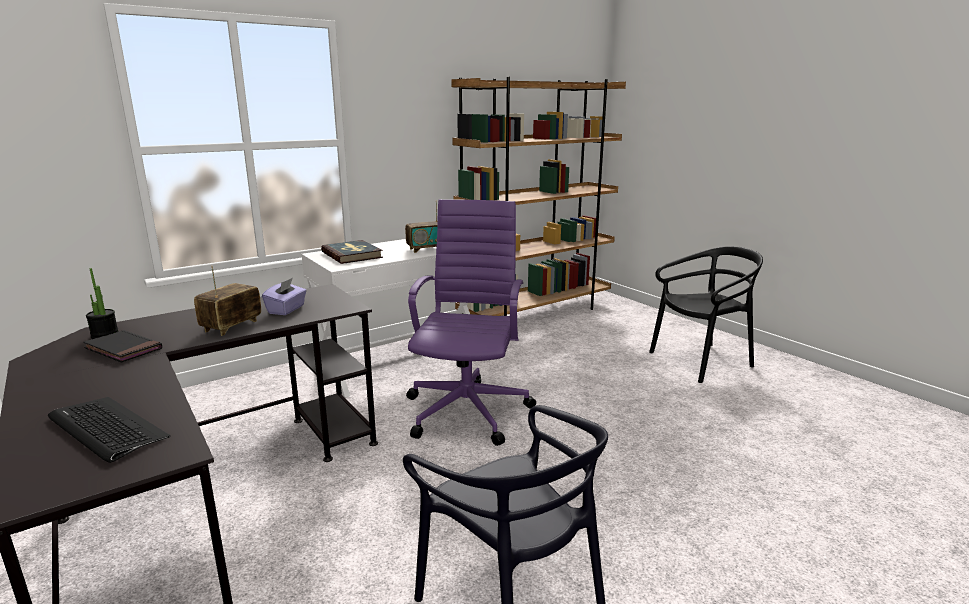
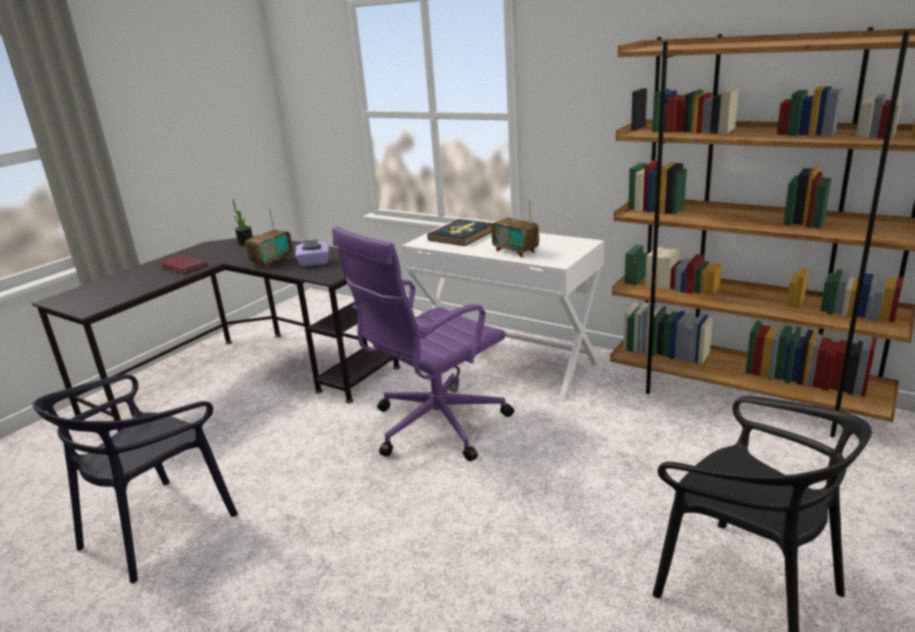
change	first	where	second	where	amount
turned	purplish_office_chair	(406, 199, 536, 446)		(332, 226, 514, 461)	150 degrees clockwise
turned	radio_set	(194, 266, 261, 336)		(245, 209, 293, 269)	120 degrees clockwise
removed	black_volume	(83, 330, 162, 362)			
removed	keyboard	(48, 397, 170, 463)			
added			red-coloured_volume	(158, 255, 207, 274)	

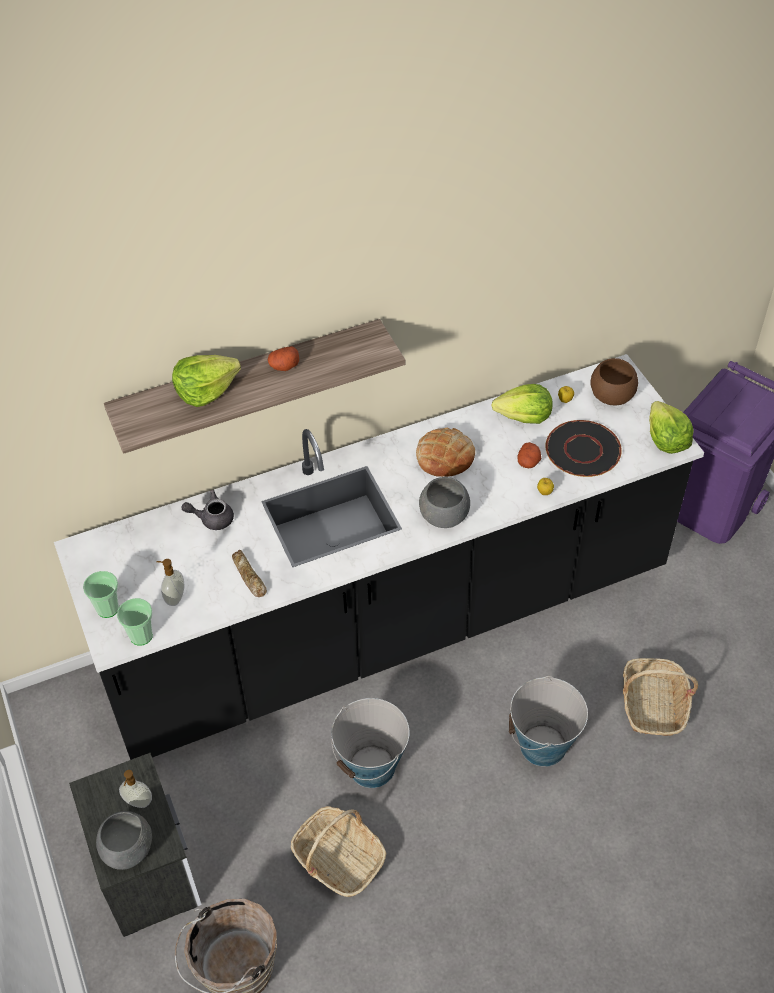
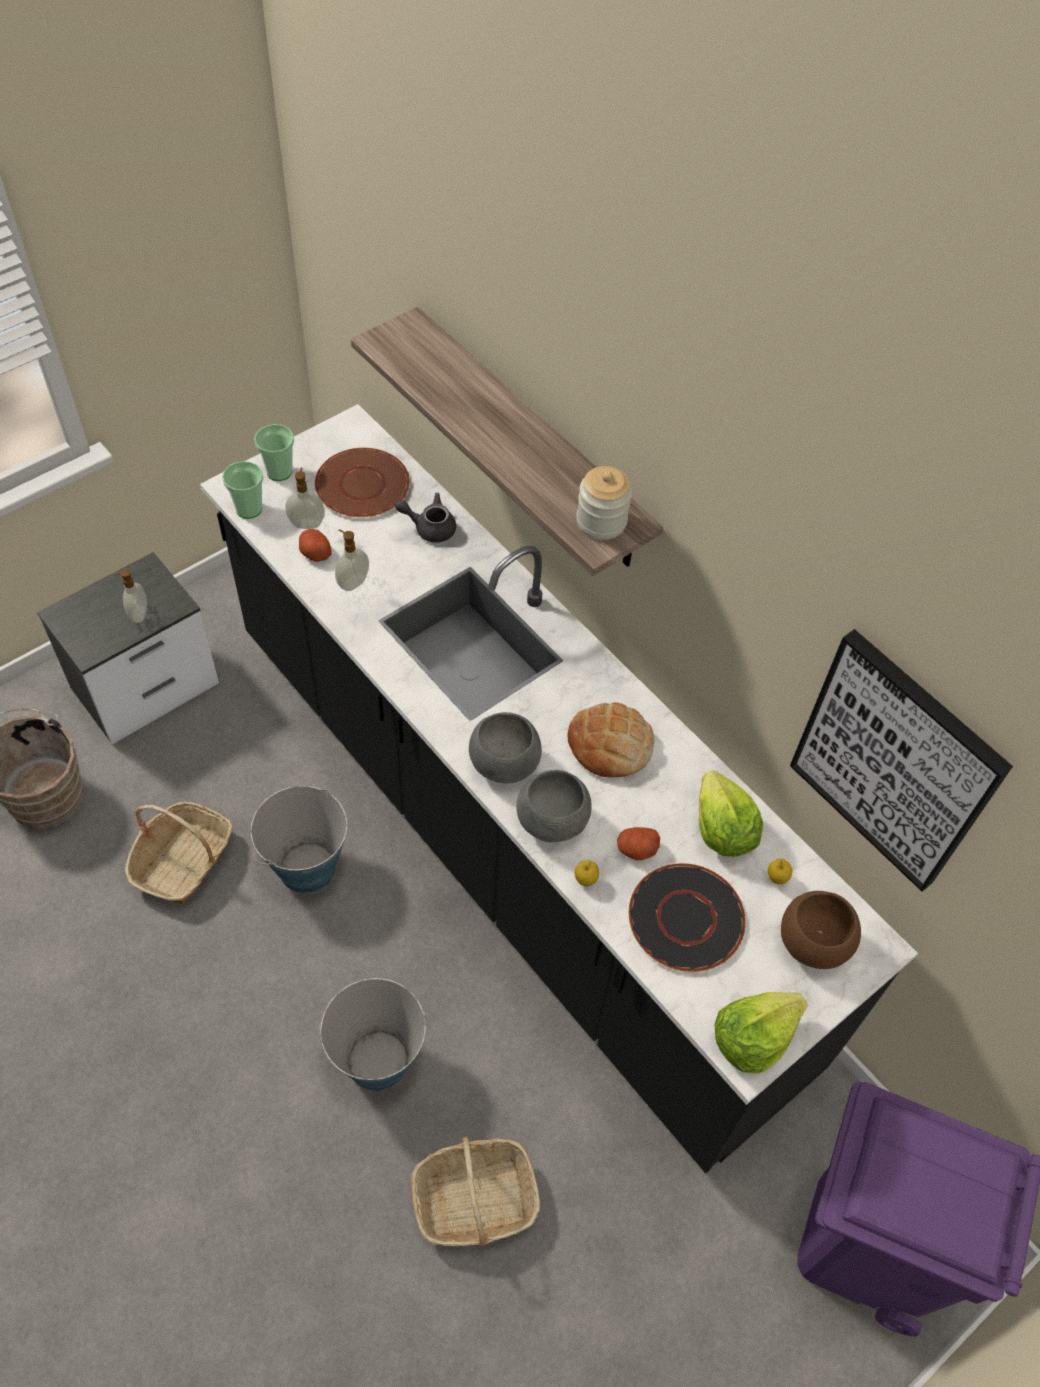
change	first	where	second	where	amount
moved	whole_potato	(268, 346, 299, 371)		(299, 529, 331, 562)	
removed	head_of_lettuce	(172, 355, 241, 407)			
turned	greyish_pot_for_tea	(181, 490, 234, 530)		(395, 493, 456, 543)	60 degrees counterclockwise
replaced	baked_bread	(232, 550, 267, 597)	soap_dispenser	(335, 529, 369, 591)	
moved	greyish_deep_dish	(96, 811, 152, 870)		(516, 770, 592, 842)	
added			brownish_flat_dish	(315, 448, 410, 517)	
added			preserve_jar	(576, 466, 632, 540)	
added			wall_picture	(790, 629, 1013, 892)	

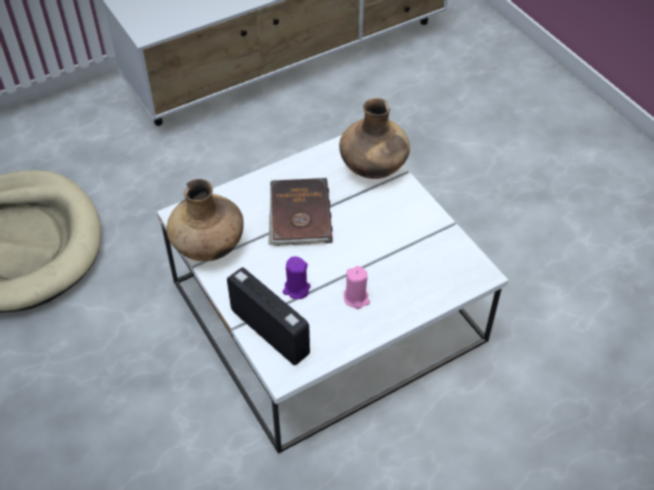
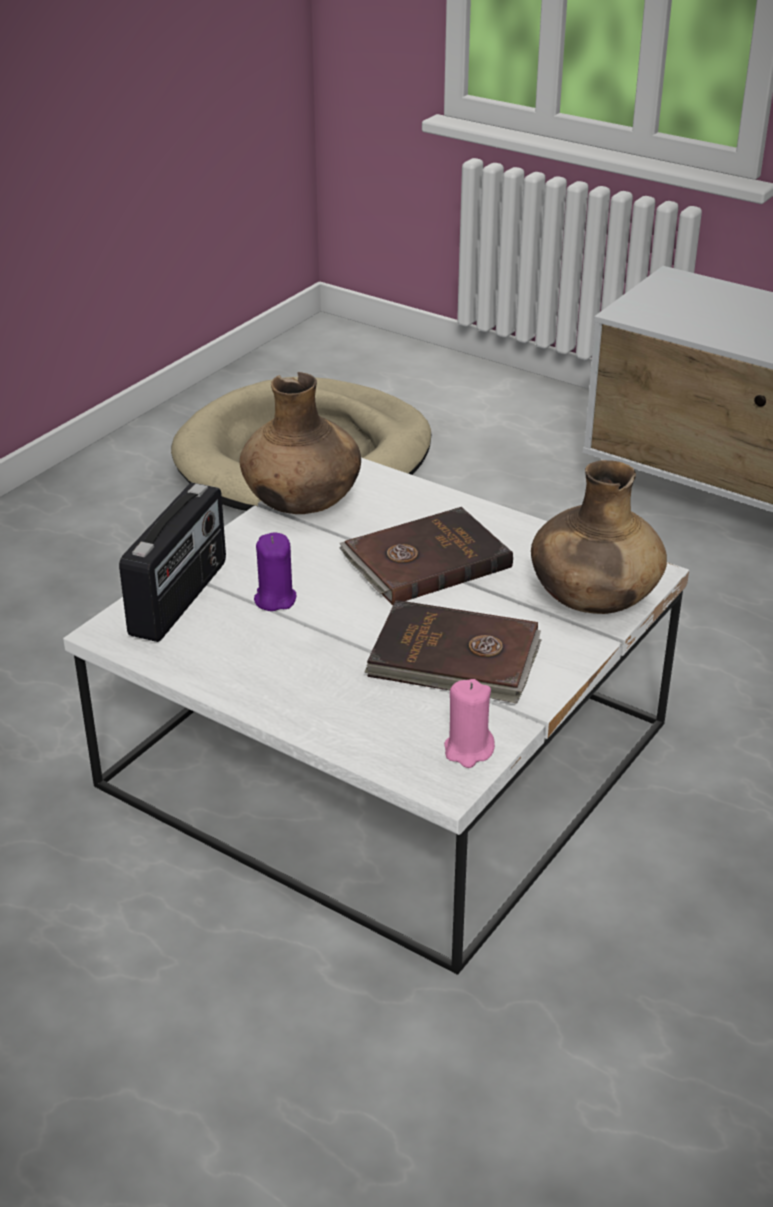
change	first	where	second	where	amount
moved	pink-coloured_wax_light	(344, 266, 370, 309)		(444, 679, 495, 768)	
added			brownish_volume	(364, 600, 542, 704)	

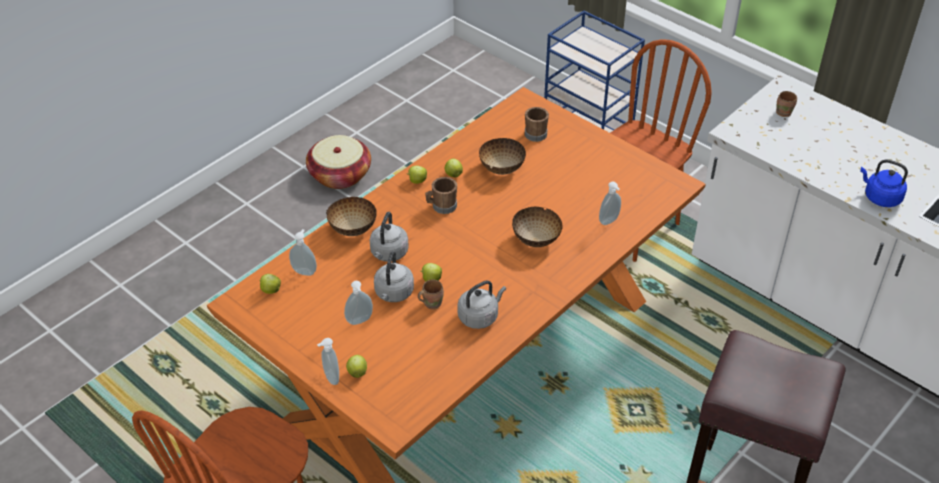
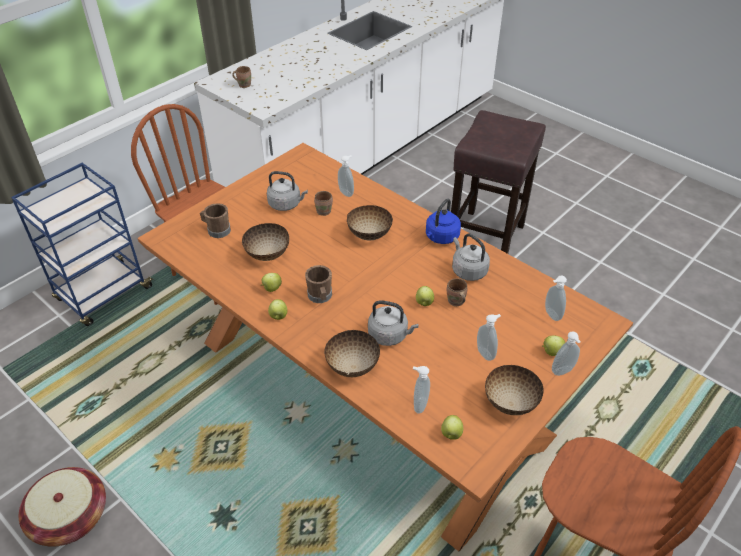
change	first	where	second	where	amount
moved	bluish_tea_kettle	(860, 159, 908, 207)		(426, 199, 461, 244)	
moved	greyish_tea_kettle	(374, 251, 414, 302)		(267, 171, 308, 211)	
added			brownish_tea_mug	(314, 191, 333, 216)	
added			soap_dispenser	(545, 276, 567, 321)	
added			deep_dish	(485, 365, 543, 415)	

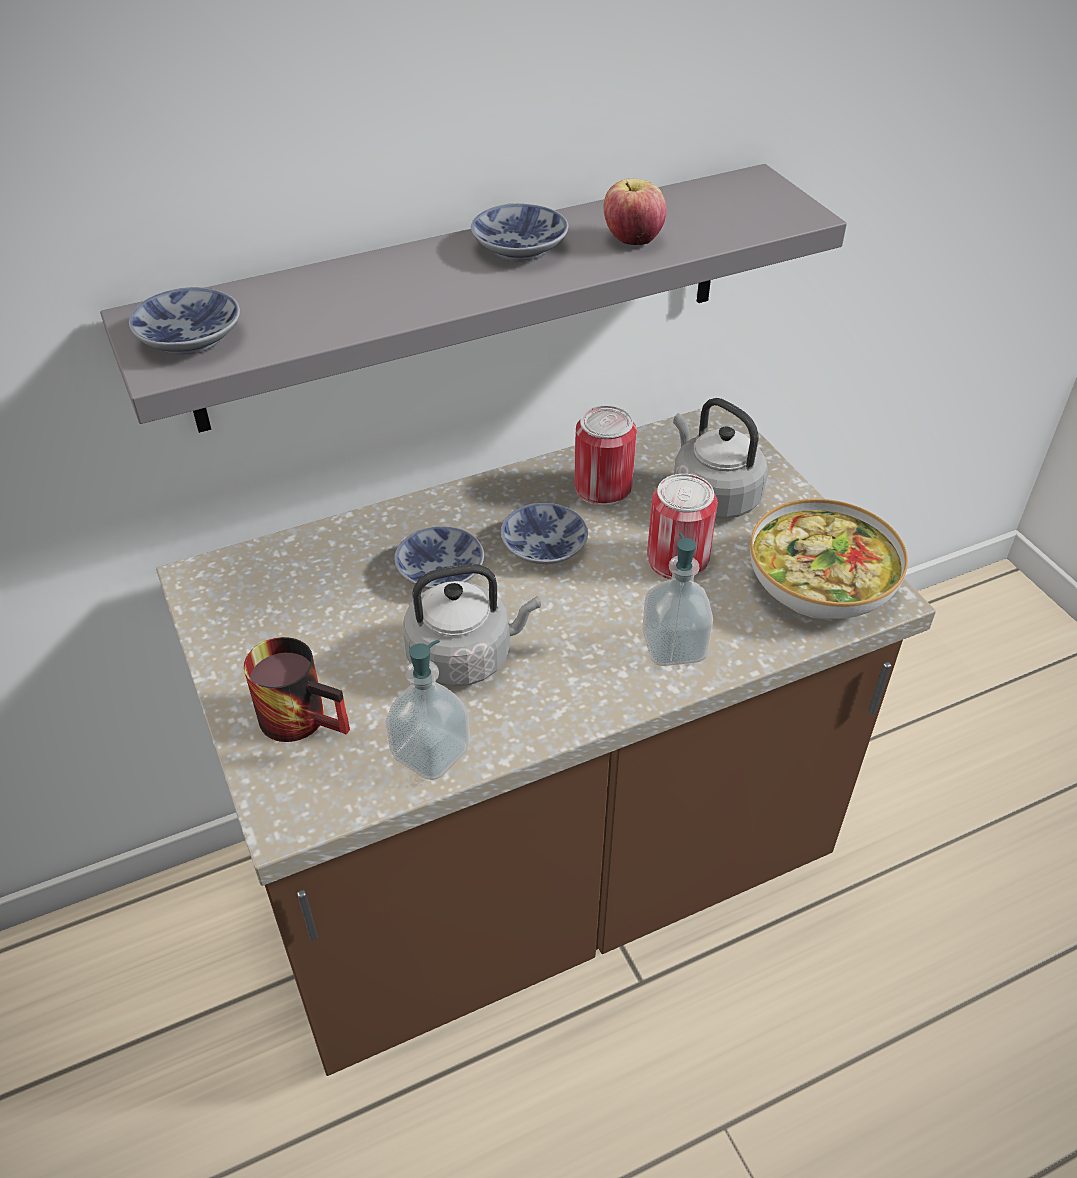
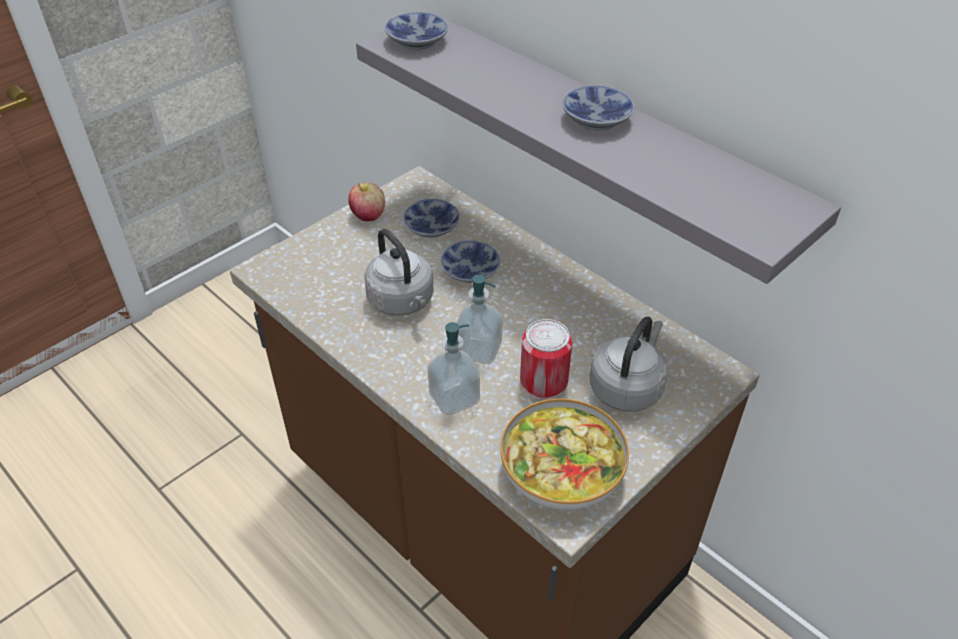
change	first	where	second	where	amount
moved	whole_apple	(604, 178, 667, 245)		(348, 183, 385, 221)	
removed	sealed_can	(574, 405, 637, 506)			
moved	deep_dish	(501, 503, 588, 564)		(403, 199, 460, 238)	
removed	tea_mug	(244, 637, 350, 742)			
moved	soap_dispenser	(385, 640, 470, 780)		(457, 274, 503, 364)	

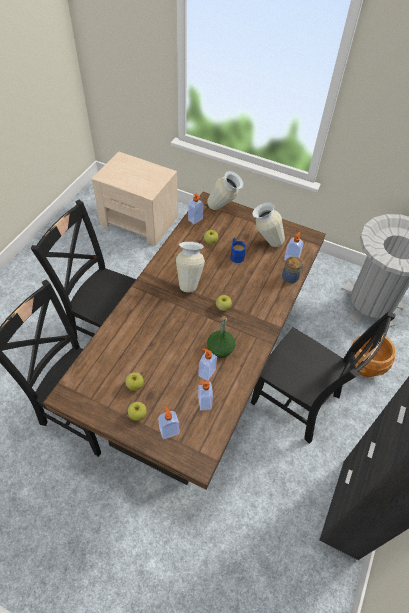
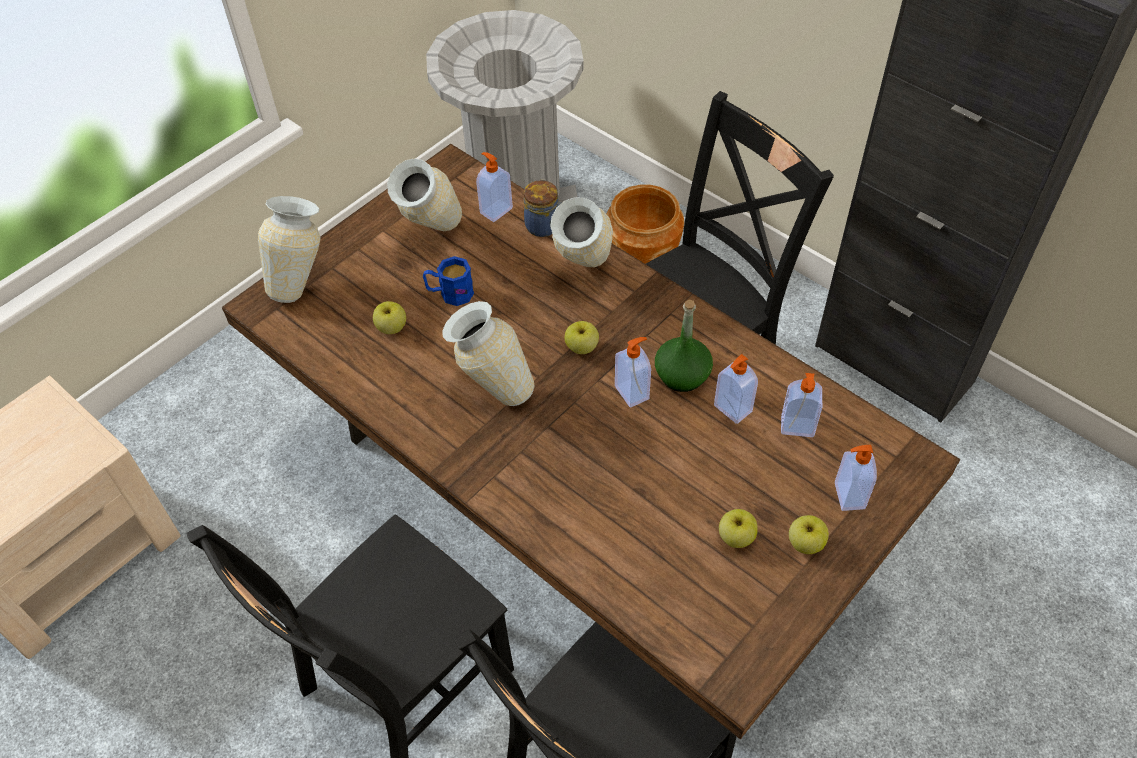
change	first	where	second	where	amount
moved	soap_dispenser	(188, 194, 203, 224)		(615, 337, 651, 408)	
added			vase	(550, 197, 613, 267)	

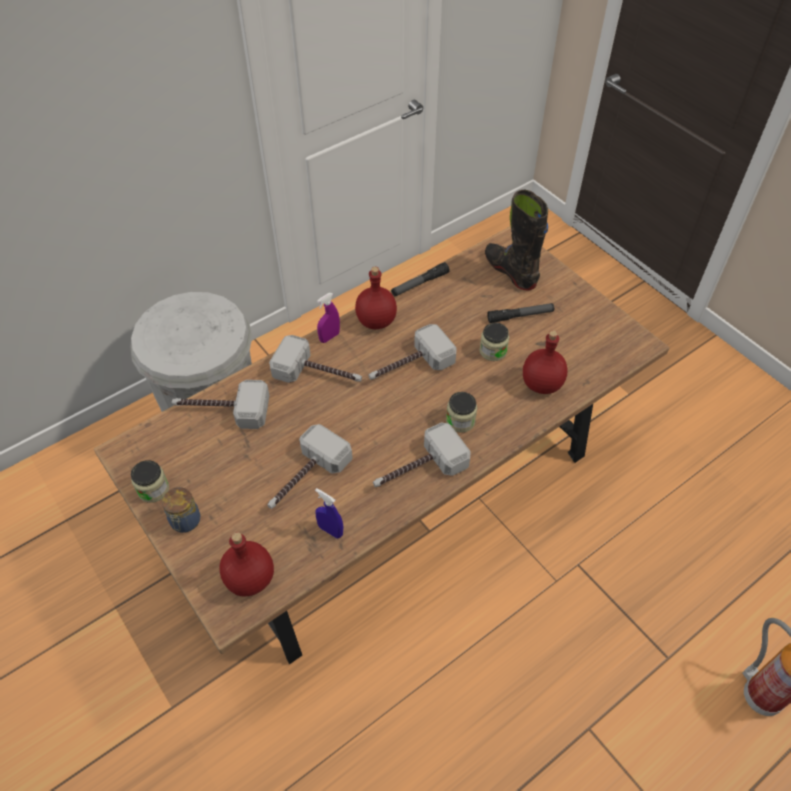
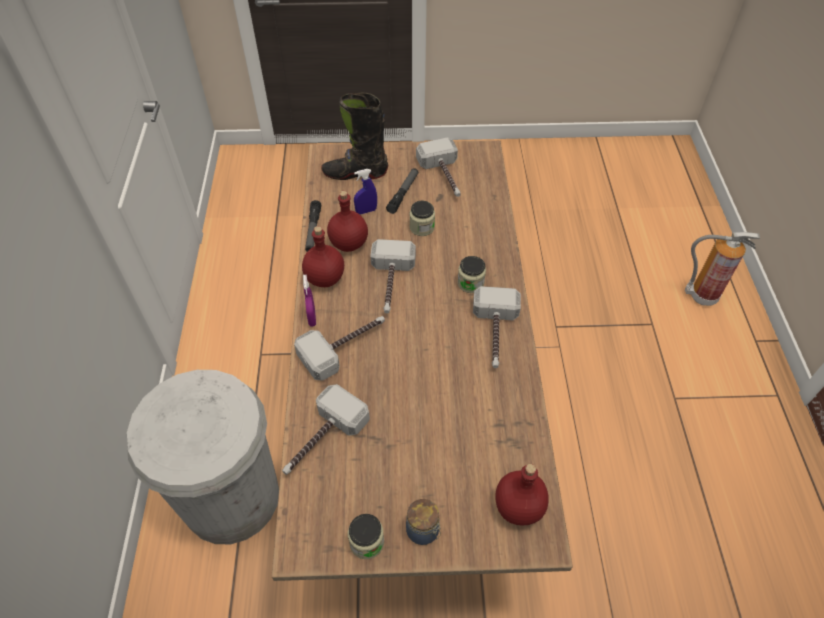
change	first	where	second	where	amount
moved	red-coloured_drink_bottle	(523, 330, 567, 394)		(327, 191, 368, 252)	
moved	tool_hammer	(267, 424, 352, 509)		(416, 137, 461, 197)	
moved	bluish_sprayer	(315, 488, 343, 539)		(354, 169, 377, 214)	

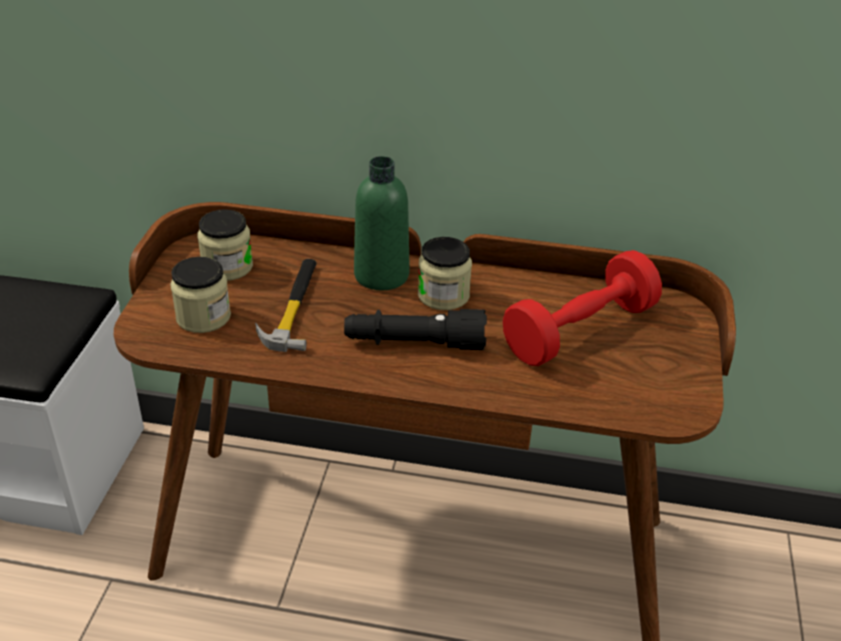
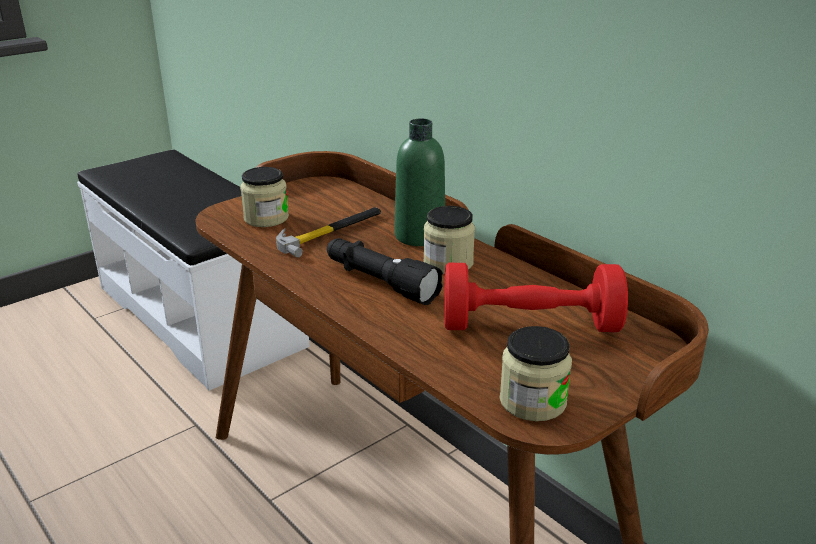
change	first	where	second	where	amount
moved	preserve_jar	(197, 209, 253, 281)		(500, 326, 572, 421)	

